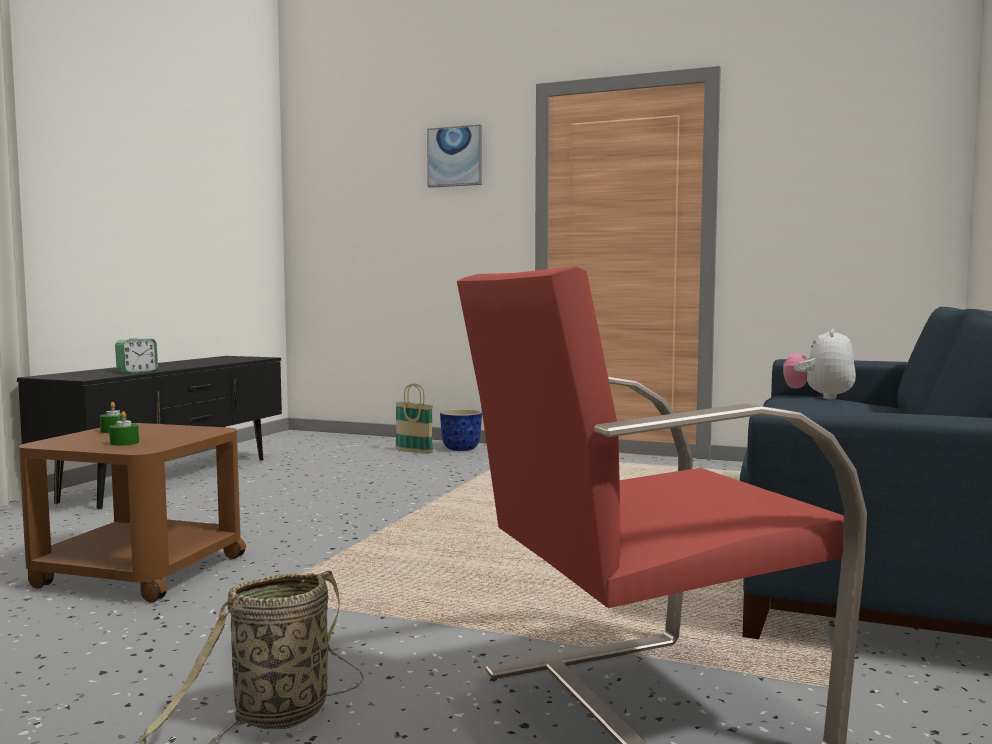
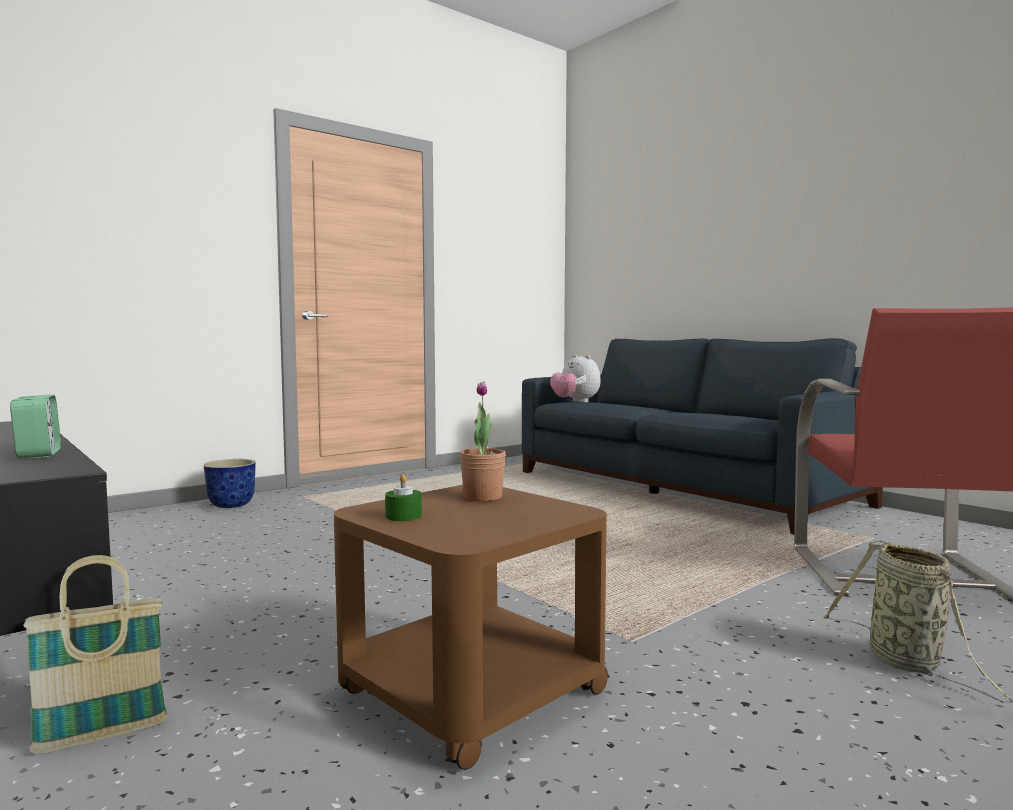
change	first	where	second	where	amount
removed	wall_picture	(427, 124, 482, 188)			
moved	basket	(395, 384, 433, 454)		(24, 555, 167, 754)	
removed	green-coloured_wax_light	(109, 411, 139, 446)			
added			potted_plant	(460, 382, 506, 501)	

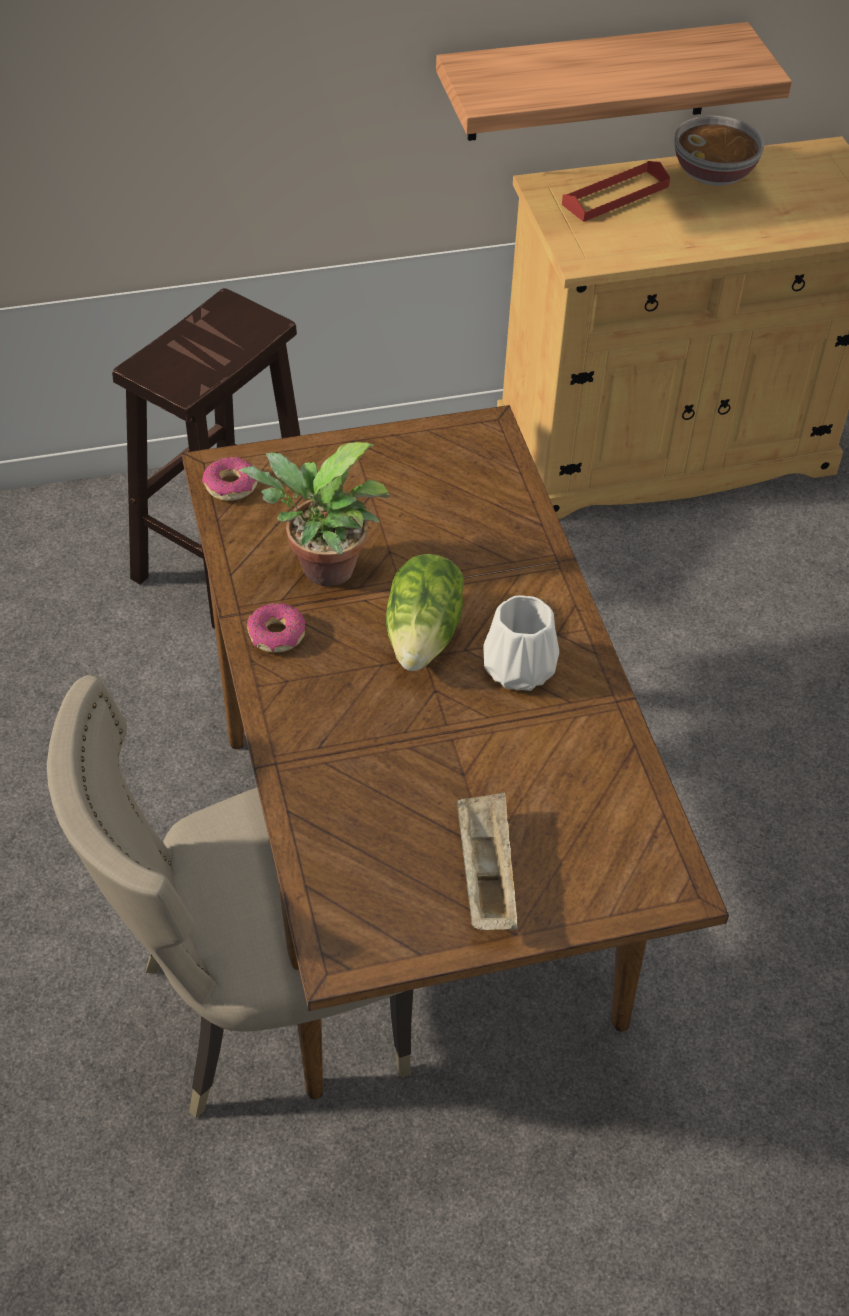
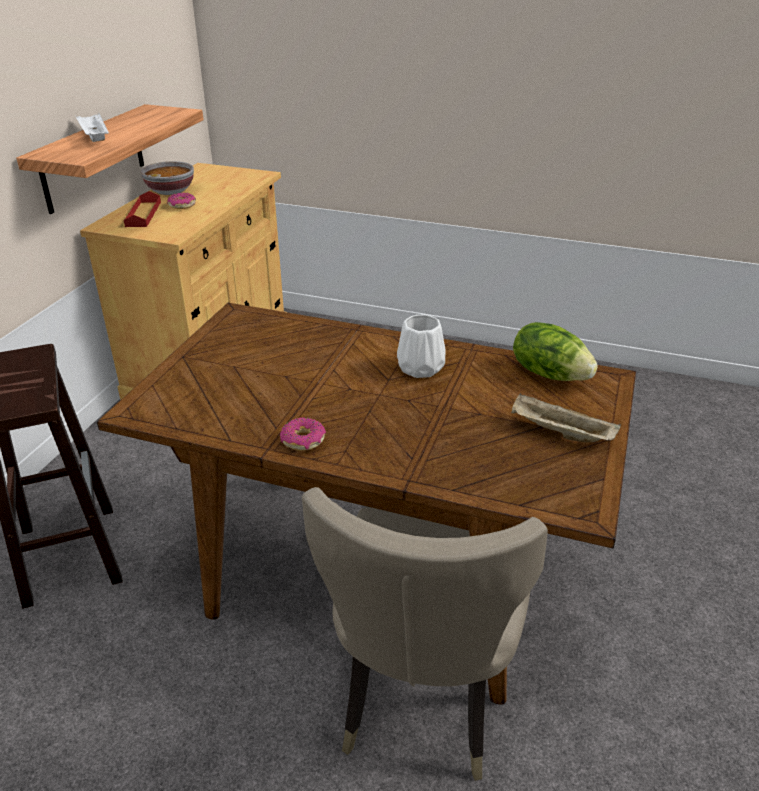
change	first	where	second	where	amount
removed	potted_plant	(239, 442, 391, 586)			
moved	donut	(202, 456, 258, 501)		(167, 192, 196, 209)	
moved	head_of_lettuce	(386, 554, 464, 671)		(513, 322, 598, 381)	
added			whitish_carrying_tray	(75, 113, 109, 142)	

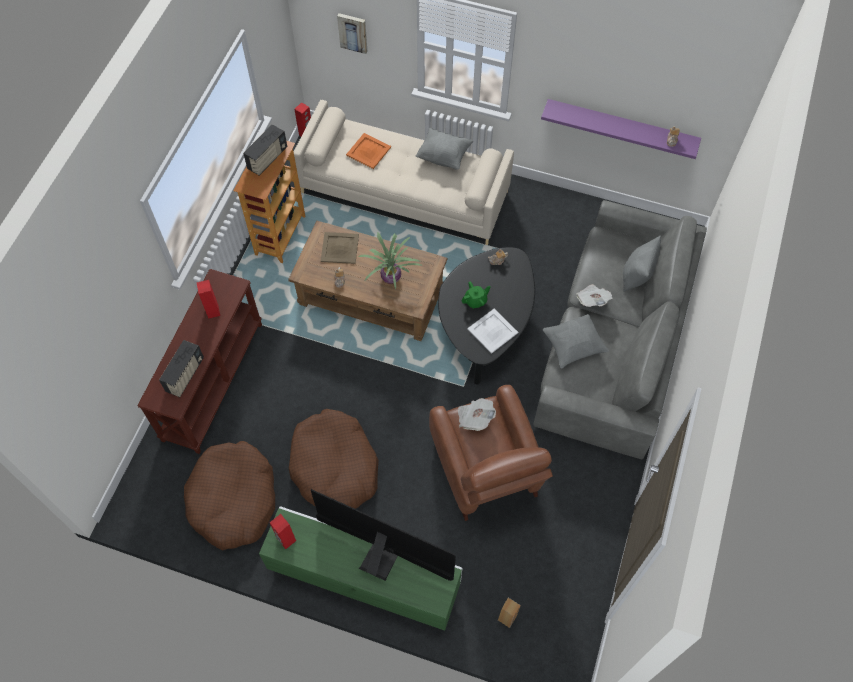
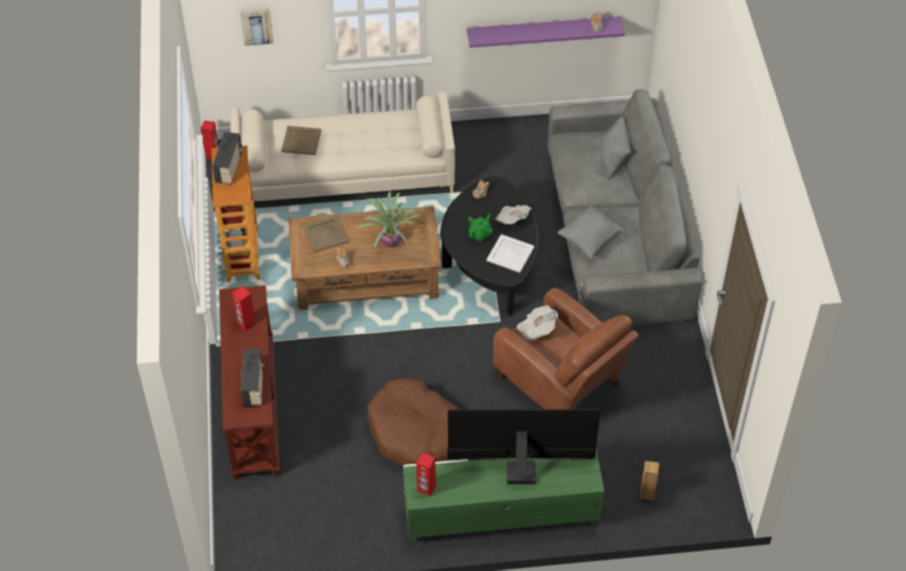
change	first	where	second	where	amount
removed	greyish_throw_pillow	(416, 128, 474, 170)			
recoloured	orangey_carrying_tray	(346, 133, 391, 169)	beige-coloured_carrying_tray	(281, 126, 322, 155)	
moved	daily_paper	(576, 284, 613, 307)		(495, 205, 532, 224)	
removed	brownish_pet_bed	(184, 441, 275, 551)			

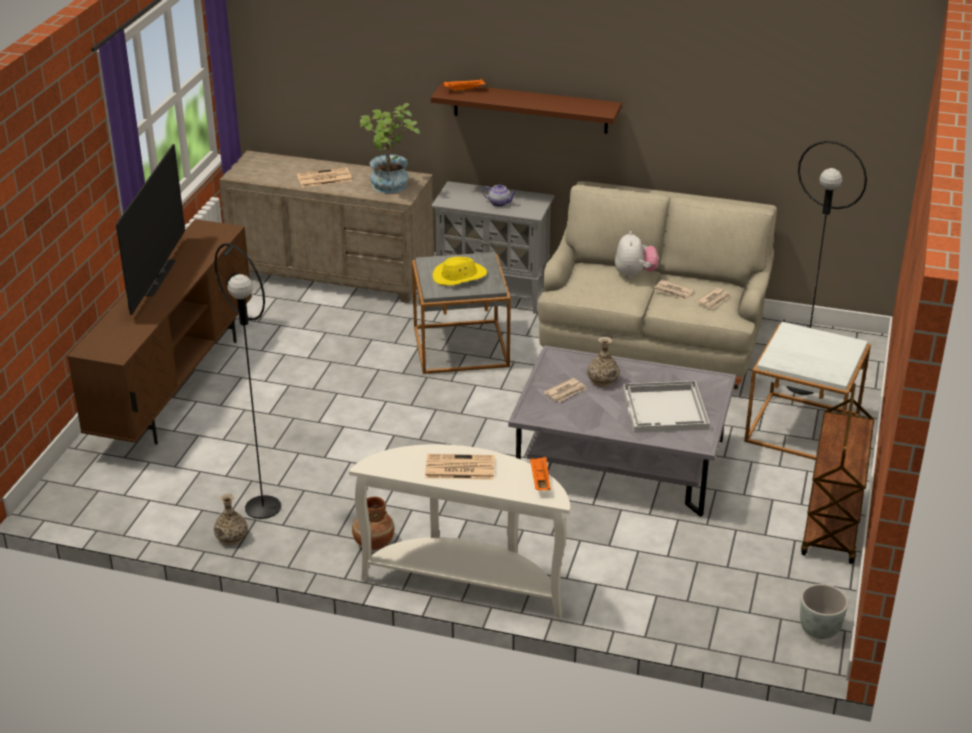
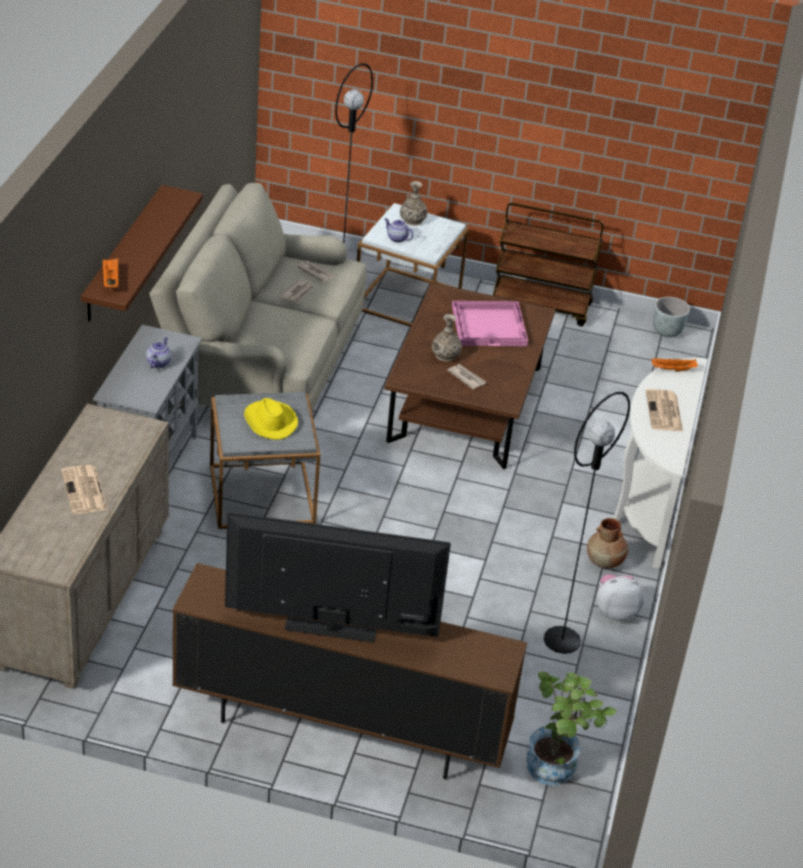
change	first	where	second	where	amount
moved	potted_plant	(360, 103, 420, 193)		(526, 671, 617, 786)	
moved	soft_toy	(615, 231, 658, 279)		(596, 574, 645, 621)	
recoloured	greyish_low_table	(508, 346, 736, 517)	brownish_low_table	(384, 283, 555, 469)	
recoloured	whitish_carrying_tray	(623, 381, 710, 433)	pink-coloured_carrying_tray	(452, 301, 528, 346)	
moved	vase	(214, 494, 248, 545)		(400, 181, 428, 226)	
added			pot_for_tea	(384, 218, 413, 243)	

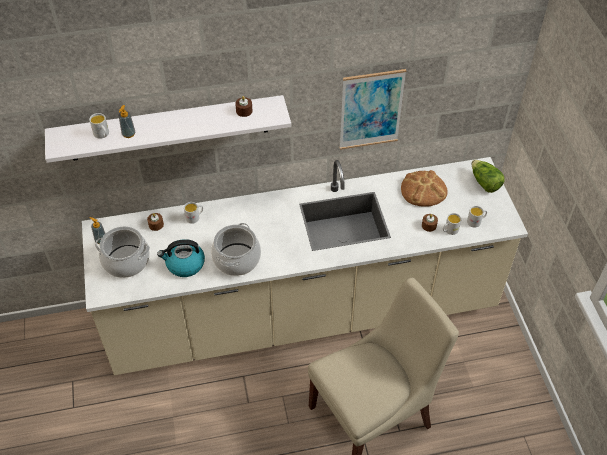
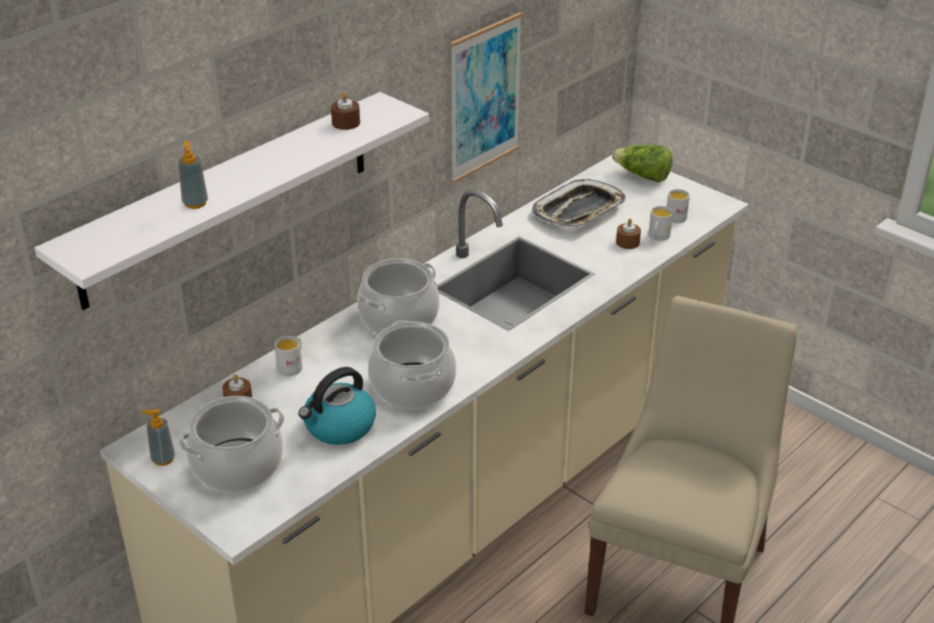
change	first	where	second	where	amount
removed	whitish_tea_mug	(89, 113, 109, 139)			
replaced	baked_bread	(401, 170, 447, 207)	carrying_tray	(532, 179, 626, 227)	
added			cooking_pot	(357, 258, 440, 334)	

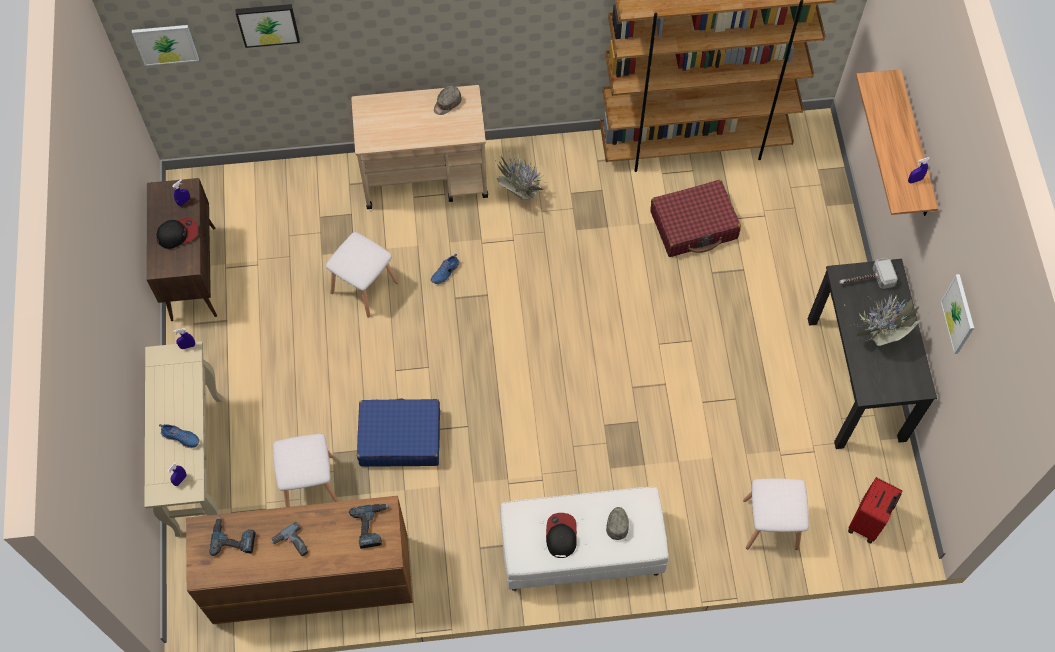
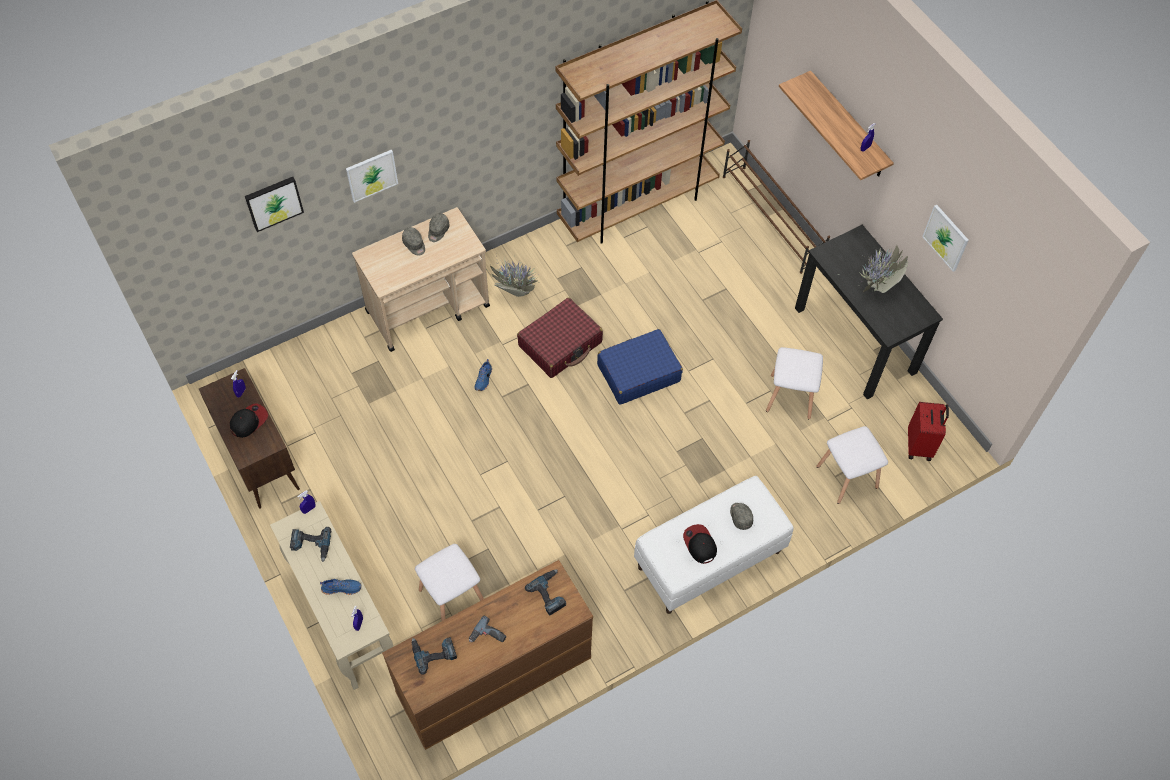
change	first	where	second	where	amount
moved	wall_picture	(132, 25, 199, 66)		(346, 150, 398, 203)	
moved	red-coloured_suitcase	(650, 180, 741, 257)		(517, 297, 603, 378)	
moved	whitish_stool	(326, 232, 398, 318)		(766, 347, 823, 419)	
removed	tool_hammer	(839, 258, 898, 289)			
moved	bluish_suitcase	(357, 398, 440, 467)		(597, 329, 683, 405)	
added			brownish_shoe_shelf	(723, 140, 830, 274)	
added			greyish_cap	(402, 227, 425, 256)	
added			electric_drill	(290, 527, 332, 562)	

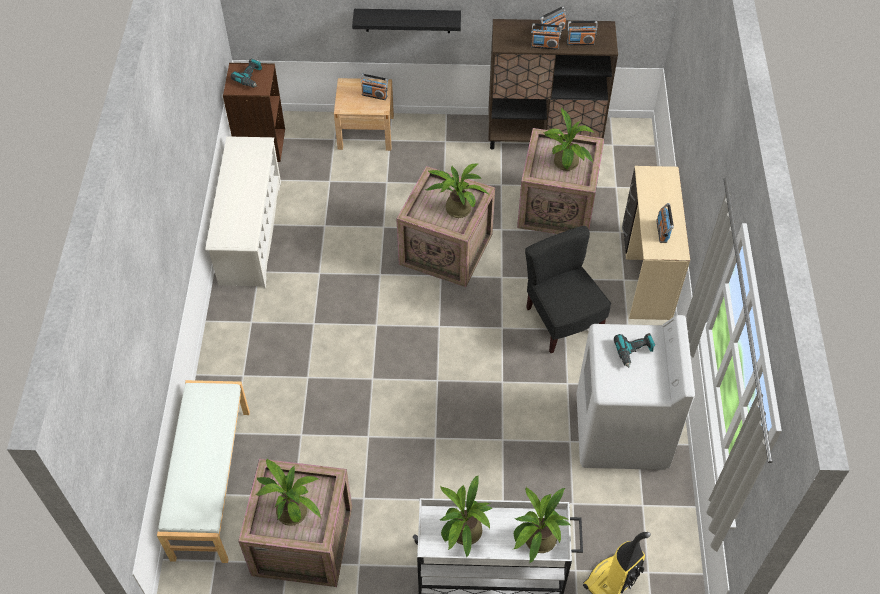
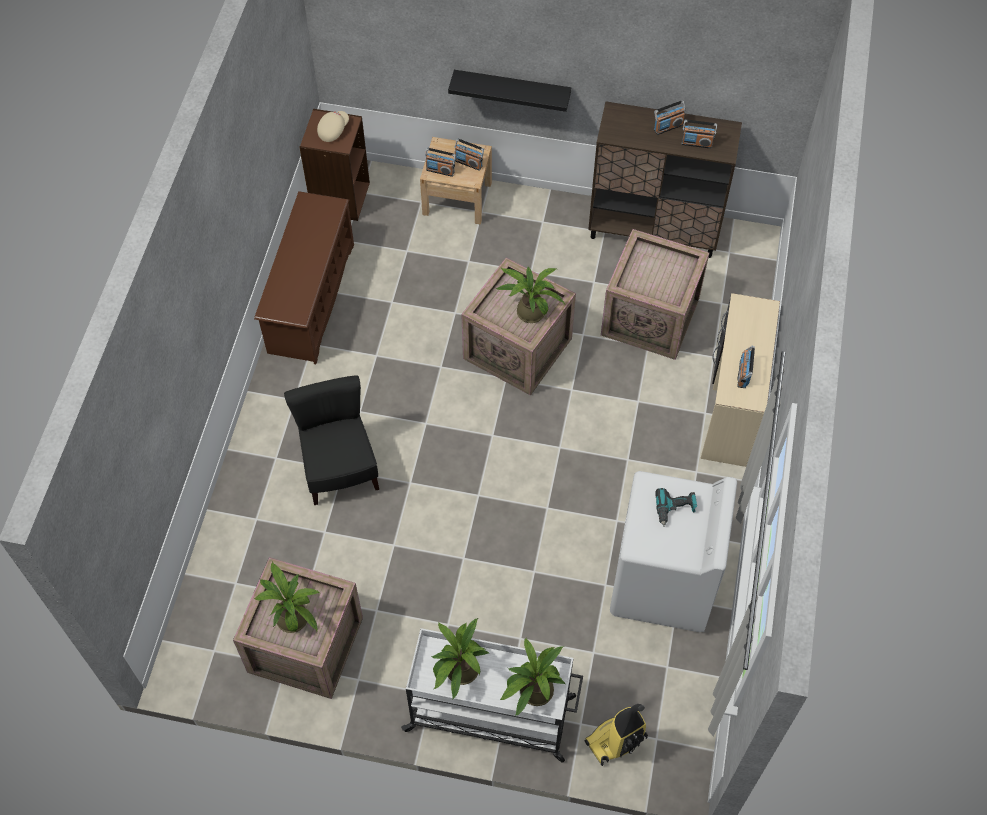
change	first	where	second	where	amount
moved	radio_set	(531, 23, 562, 50)		(425, 148, 456, 177)	
replaced	electric_drill	(231, 59, 262, 88)	beige-coloured_cap	(317, 111, 349, 142)	
removed	potted_plant	(544, 108, 594, 171)			
recoloured	whitish_shoe_shelf	(205, 136, 281, 289)	brownish_shoe_shelf	(254, 191, 354, 364)	
moved	black_plain_chair	(525, 226, 611, 353)		(284, 375, 379, 505)	
removed	whitish_indoor_bench	(157, 380, 250, 563)			

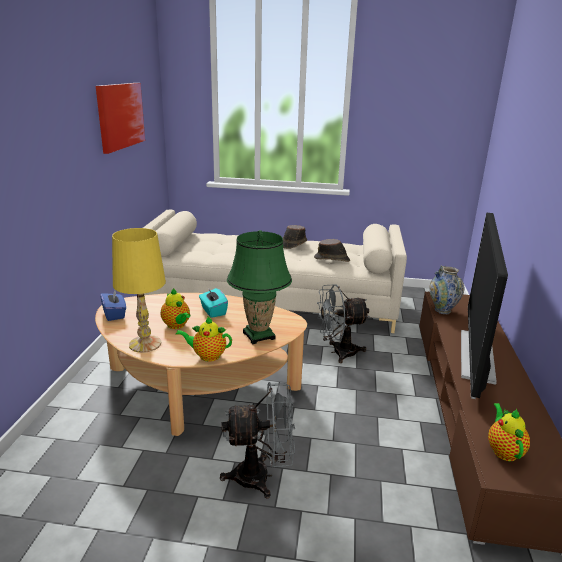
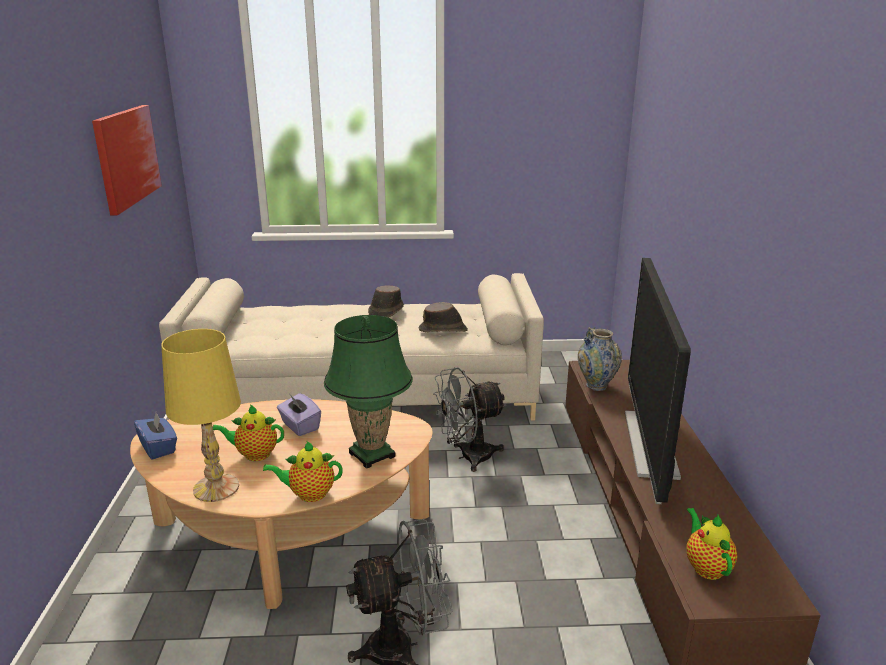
change	first	where	second	where	amount
recoloured	turquoise_box_of_tissues	(199, 288, 228, 318)	purplish_box_of_tissues	(277, 393, 321, 436)	
turned	pot_for_tea	(161, 289, 190, 329)		(213, 405, 284, 461)	135 degrees clockwise

